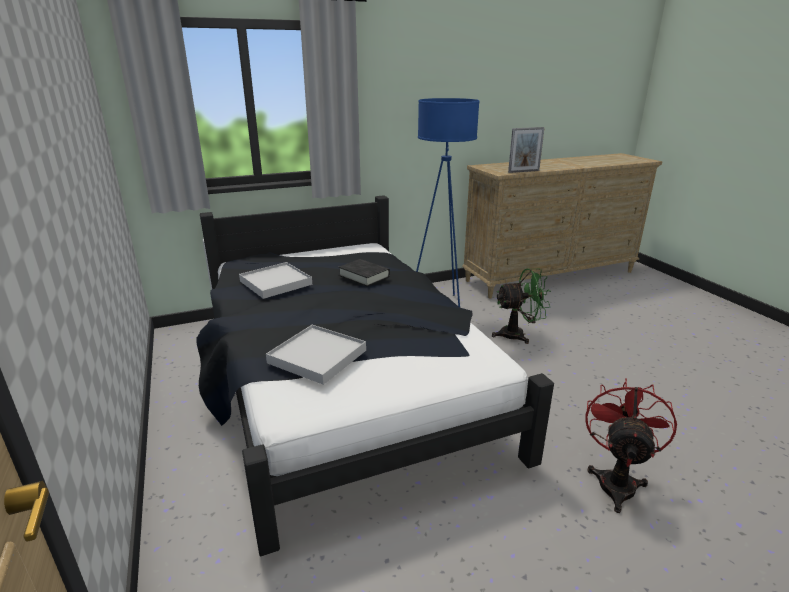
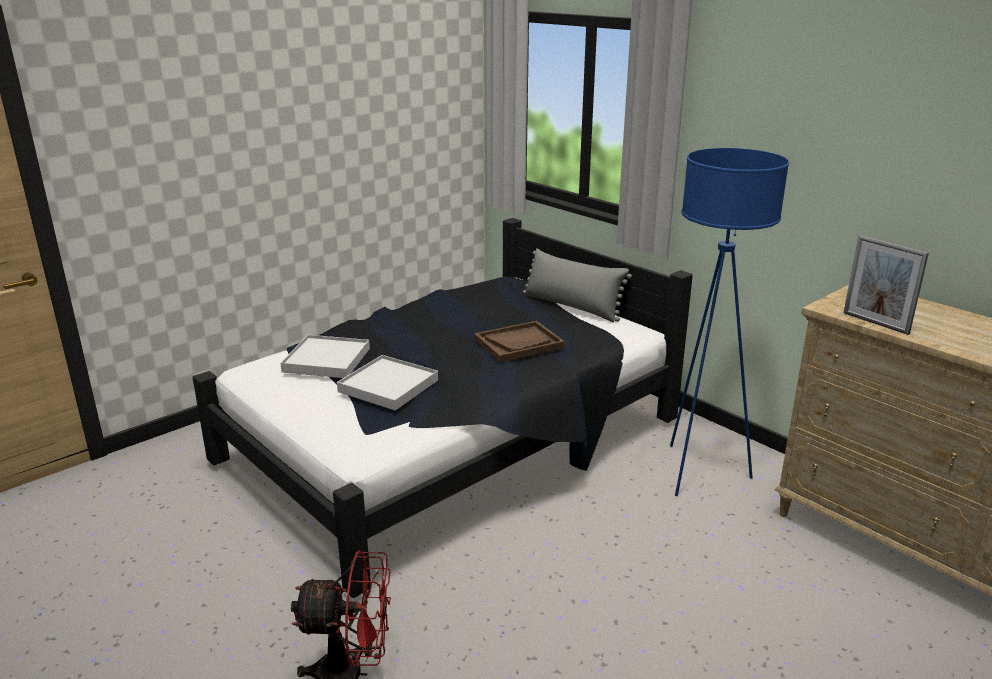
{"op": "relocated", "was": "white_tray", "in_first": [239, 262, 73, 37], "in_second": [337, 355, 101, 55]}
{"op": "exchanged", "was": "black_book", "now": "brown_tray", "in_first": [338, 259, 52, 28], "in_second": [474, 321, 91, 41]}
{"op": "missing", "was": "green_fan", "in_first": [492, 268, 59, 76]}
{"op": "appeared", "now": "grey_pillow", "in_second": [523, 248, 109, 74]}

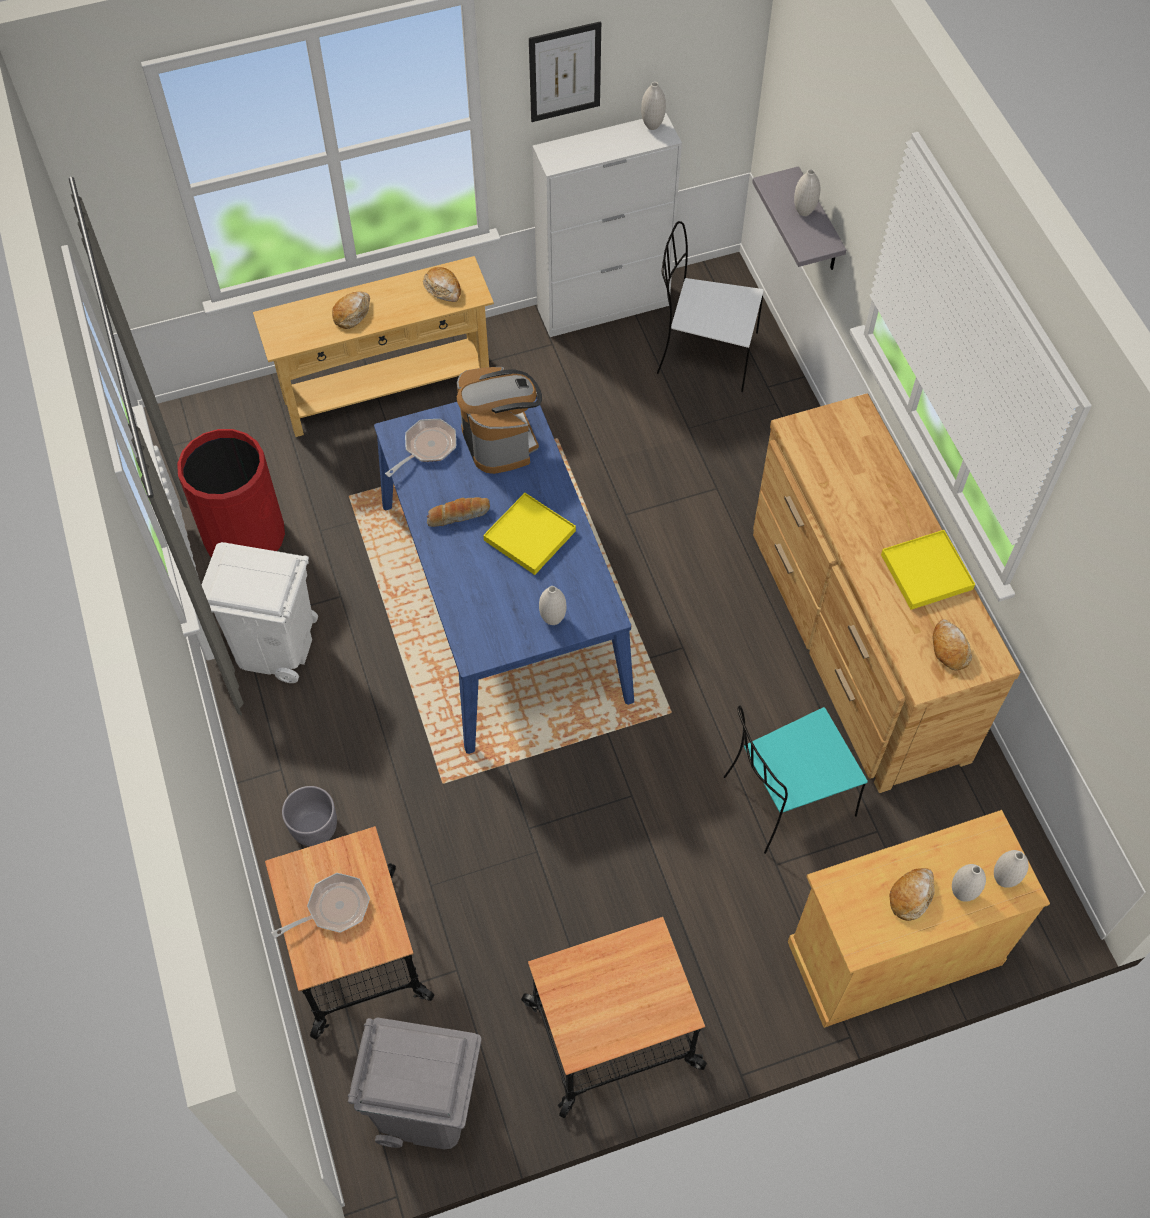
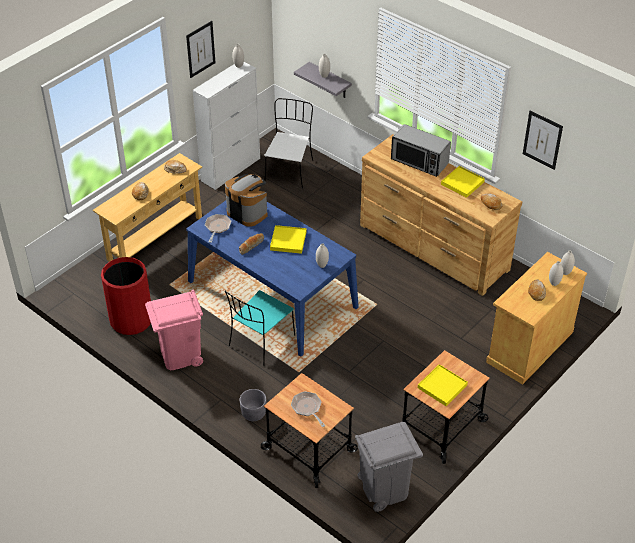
{"op": "colour", "was": "white_trash_can", "now": "pink_trash_can", "in_first": [202, 542, 116, 141], "in_second": [145, 290, 58, 80]}
{"op": "spun", "was": "frying_pan", "in_first": [271, 873, 99, 66], "in_second": [291, 391, 34, 36], "clockwise": -60}
{"op": "spun", "was": "white_chair", "in_first": [657, 221, 107, 171], "in_second": [264, 98, 49, 90], "clockwise": 120}
{"op": "relocated", "was": "turquoise_chair", "in_first": [724, 706, 144, 148], "in_second": [225, 290, 70, 76]}
{"op": "appeared", "now": "microwave", "in_second": [391, 124, 60, 53]}
{"op": "appeared", "now": "yellow_tray", "in_second": [418, 364, 50, 42]}
{"op": "appeared", "now": "picture", "in_second": [523, 111, 40, 59]}

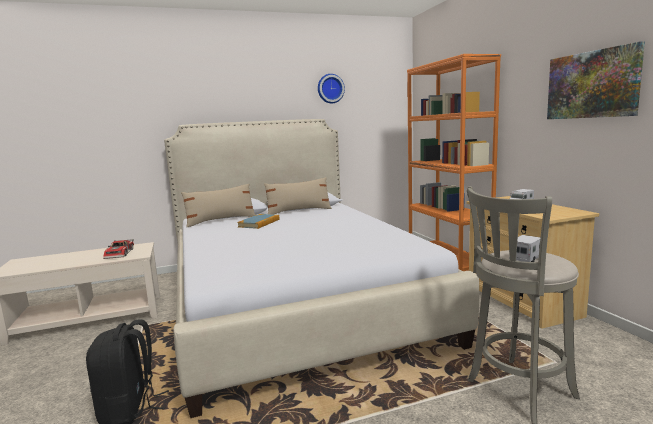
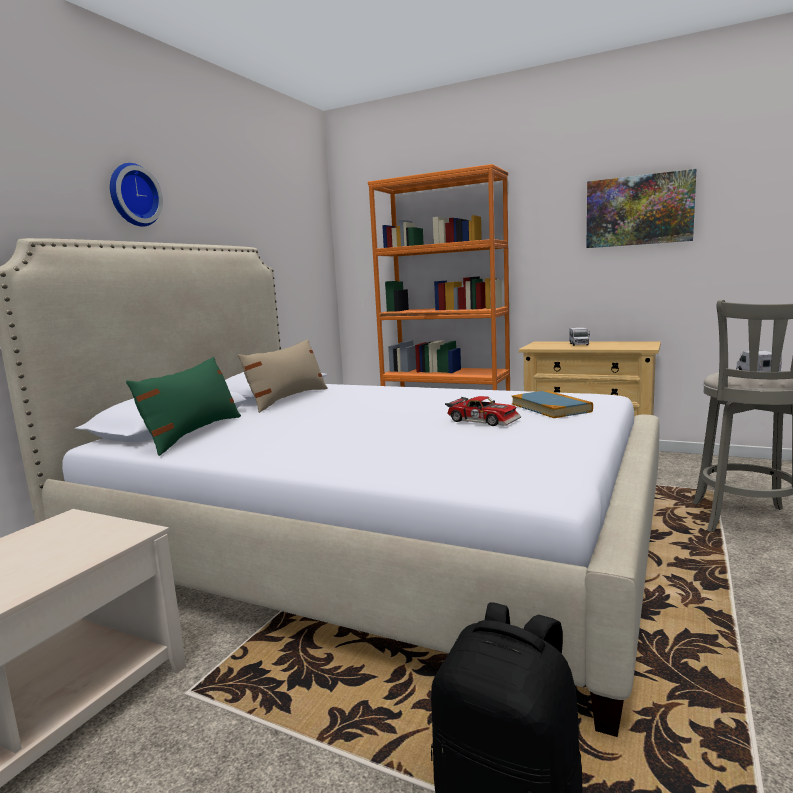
{"op": "relocated", "was": "toy_car", "in_first": [103, 239, 31, 20], "in_second": [445, 396, 76, 30]}
{"op": "colour", "was": "beige_pillow", "now": "green_pillow", "in_first": [181, 184, 75, 43], "in_second": [126, 357, 115, 99]}
{"op": "relocated", "was": "book", "in_first": [237, 214, 43, 15], "in_second": [512, 390, 81, 28]}
{"op": "relocated", "was": "wall_clock", "in_first": [318, 74, 27, 29], "in_second": [110, 163, 53, 64]}

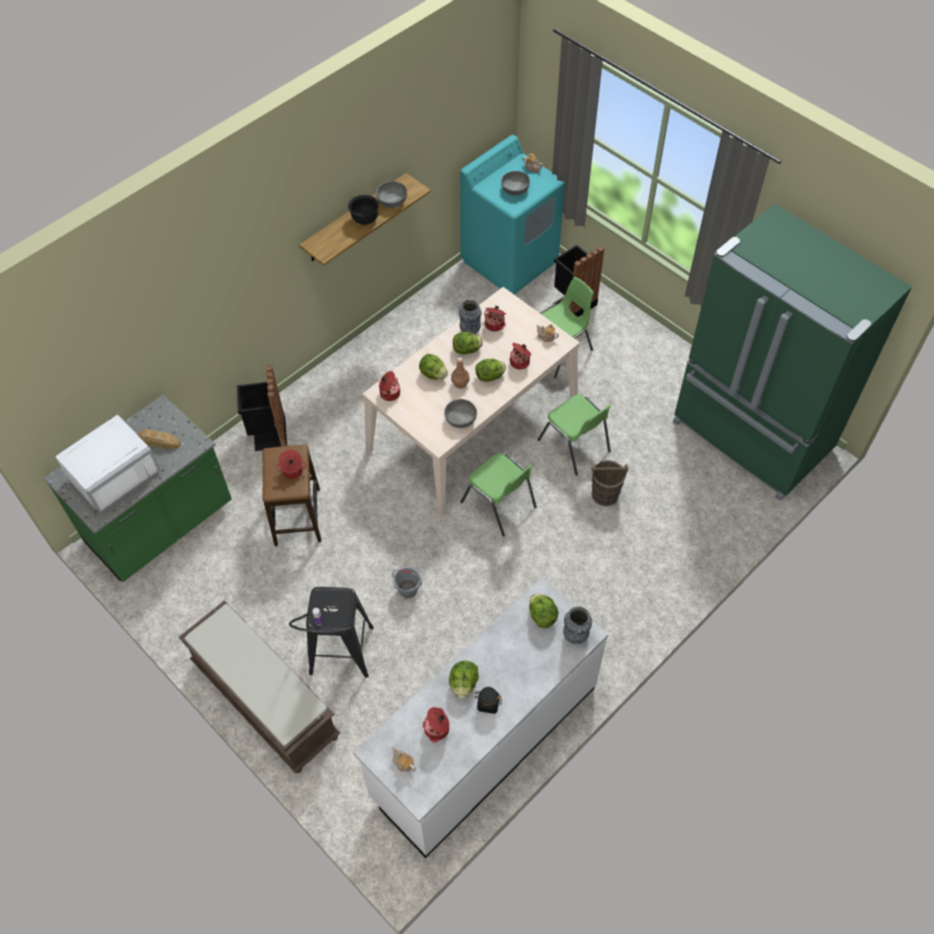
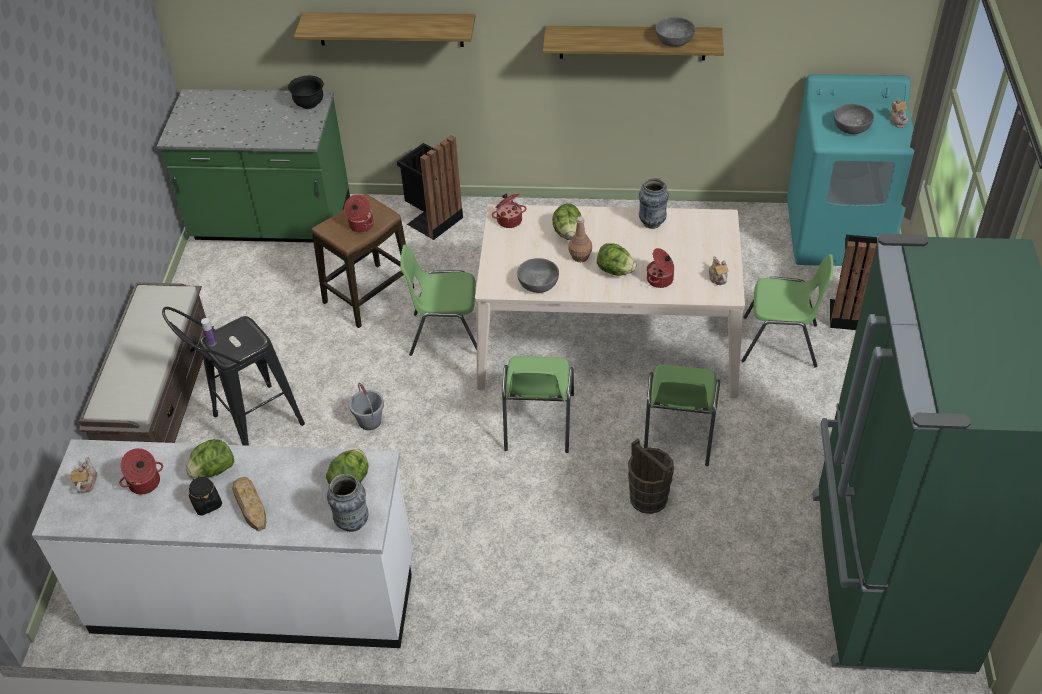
{"op": "missing", "was": "white_microwave", "in_first": [55, 414, 106, 100]}
{"op": "relocated", "was": "bread", "in_first": [138, 429, 43, 20], "in_second": [232, 477, 34, 54]}
{"op": "relocated", "was": "black_bowl", "in_first": [348, 195, 31, 30], "in_second": [288, 76, 36, 33]}
{"op": "missing", "was": "lettuce", "in_first": [453, 332, 30, 22]}
{"op": "missing", "was": "cooking_pot", "in_first": [484, 306, 22, 26]}
{"op": "appeared", "now": "shelf", "in_second": [294, 12, 182, 35]}
{"op": "appeared", "now": "green_chair", "in_second": [400, 244, 77, 112]}

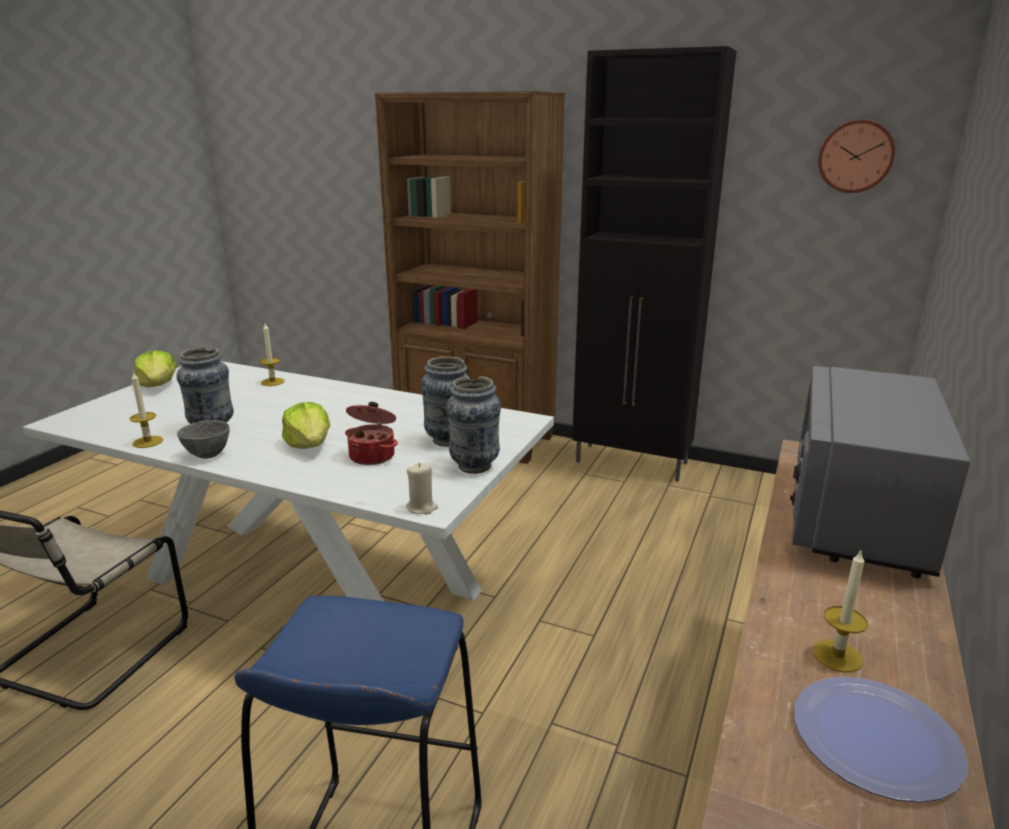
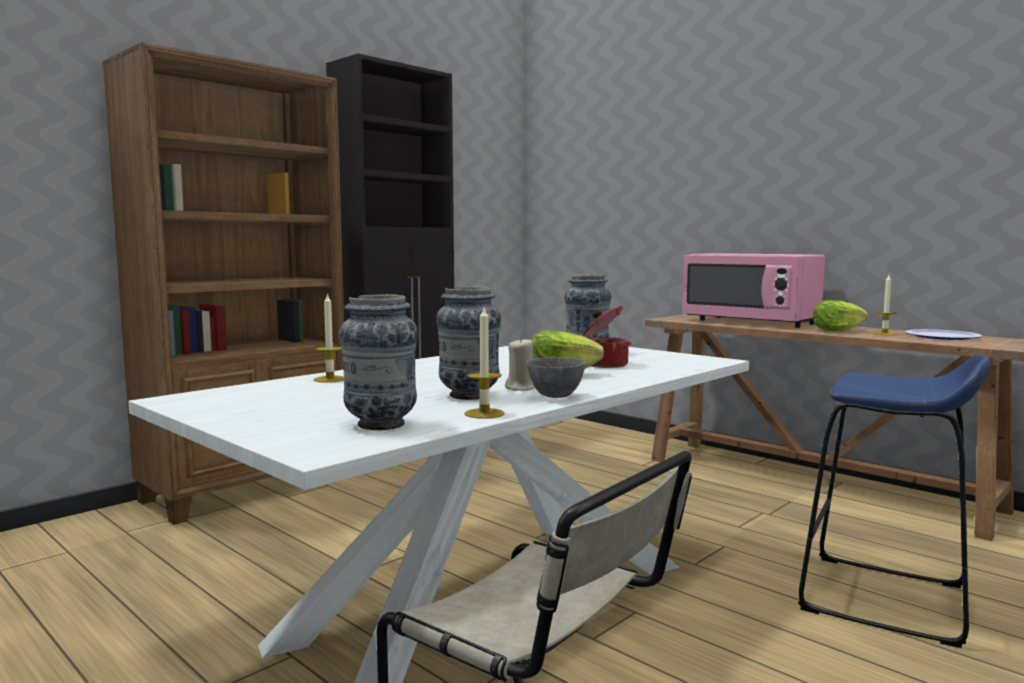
{"op": "relocated", "was": "lettuce", "in_first": [134, 350, 43, 38], "in_second": [813, 300, 55, 32]}
{"op": "relocated", "was": "beige_candle", "in_first": [406, 463, 32, 51], "in_second": [505, 337, 30, 54]}
{"op": "relocated", "was": "vase", "in_first": [446, 376, 55, 98], "in_second": [339, 294, 79, 136]}
{"op": "colour", "was": "grey_microwave", "now": "pink_microwave", "in_first": [790, 366, 180, 212], "in_second": [682, 253, 143, 75]}
{"op": "missing", "was": "wall_clock", "in_first": [818, 120, 77, 73]}

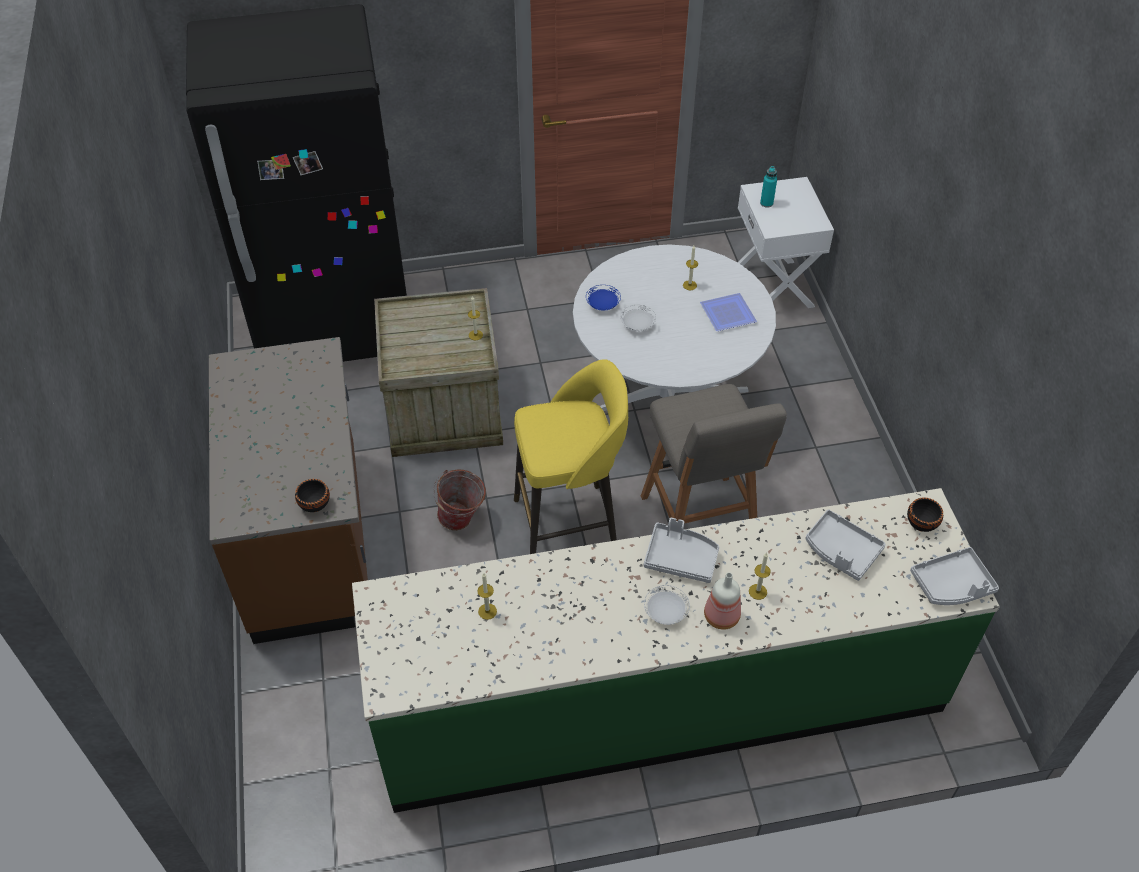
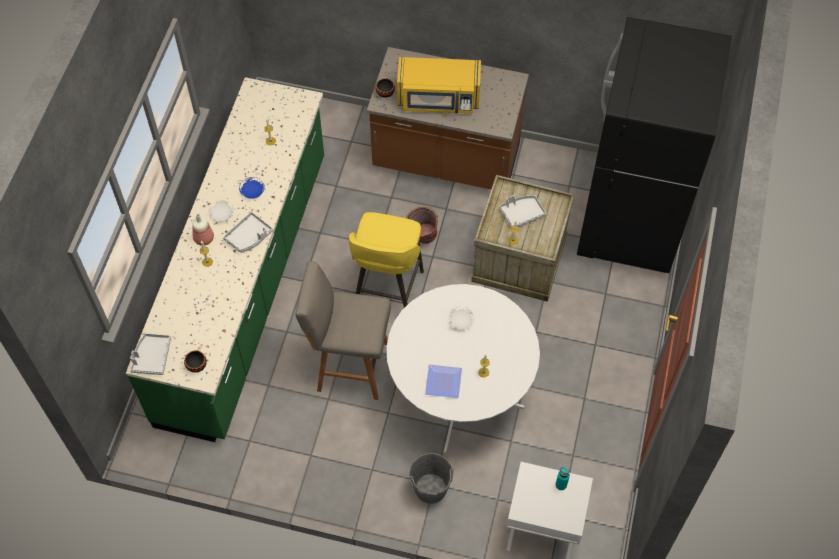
{"op": "relocated", "was": "blue_plate", "in_first": [586, 285, 35, 26], "in_second": [239, 177, 26, 22]}
{"op": "relocated", "was": "grey_tray", "in_first": [805, 510, 81, 71], "in_second": [499, 195, 47, 32]}
{"op": "appeared", "now": "yellow_microwave", "in_second": [397, 57, 84, 56]}
{"op": "appeared", "now": "grey_bucket", "in_second": [409, 453, 45, 51]}

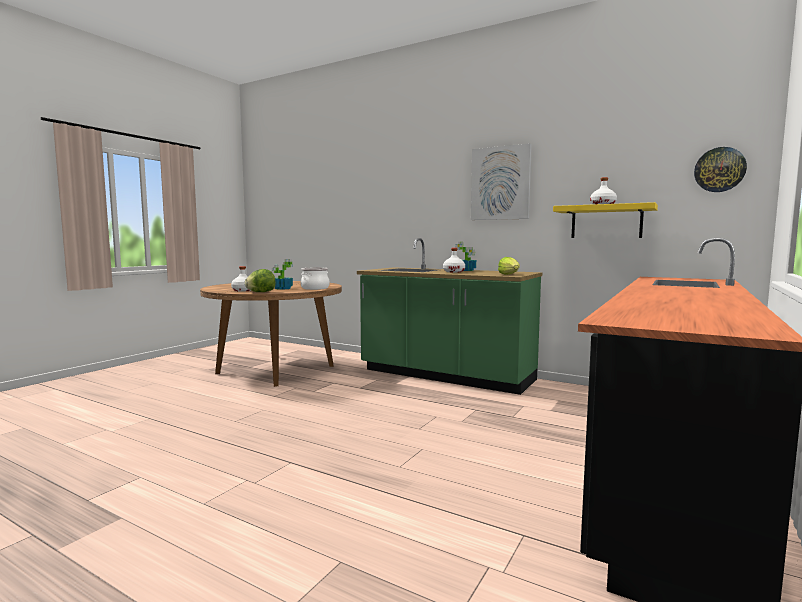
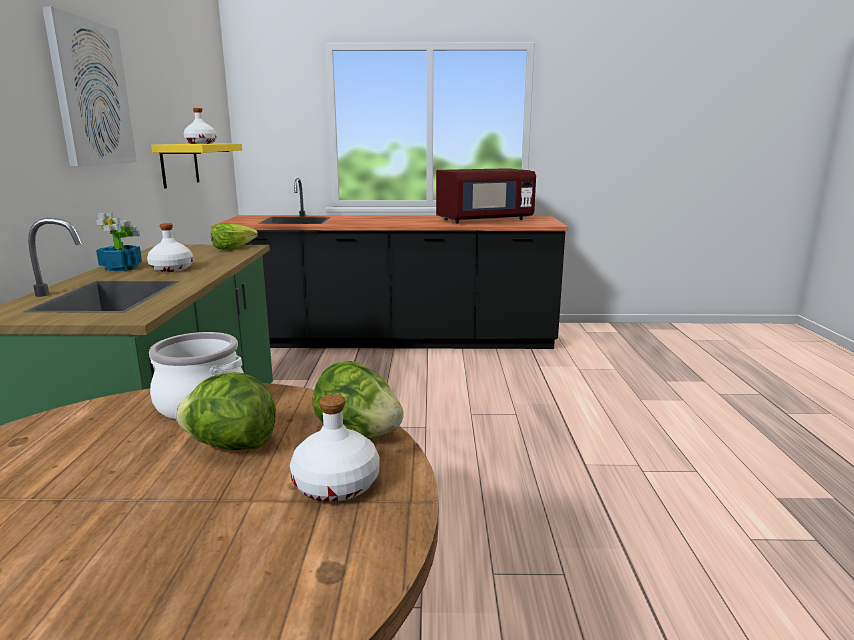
{"op": "exchanged", "was": "potted_plant", "now": "lettuce", "in_first": [270, 259, 24, 31], "in_second": [175, 372, 101, 78]}
{"op": "missing", "was": "wall_clock", "in_first": [694, 147, 53, 45]}
{"op": "appeared", "now": "red_microwave", "in_second": [436, 169, 100, 55]}

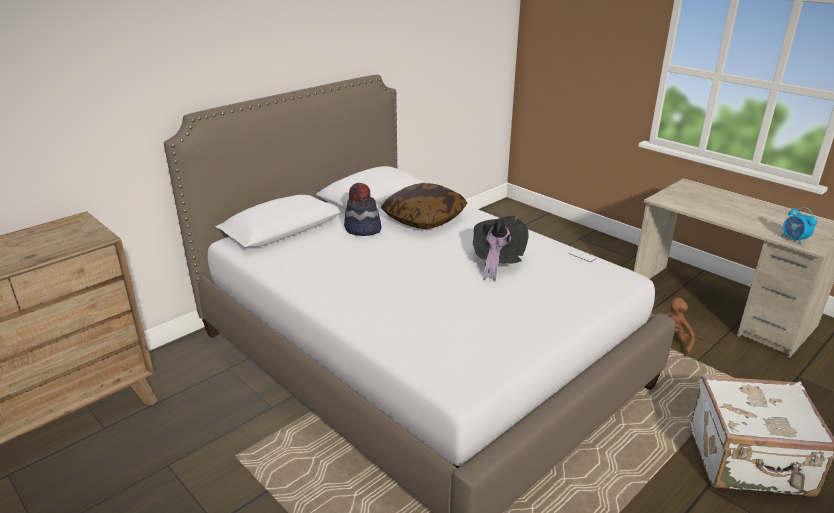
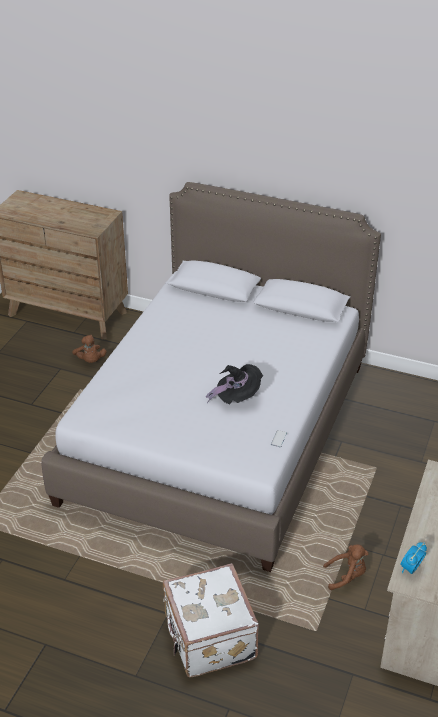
{"op": "missing", "was": "hat", "in_first": [344, 183, 37, 53]}
{"op": "missing", "was": "pillow", "in_first": [381, 183, 86, 46]}
{"op": "appeared", "now": "brown_plush_toy", "in_second": [72, 335, 35, 28]}

